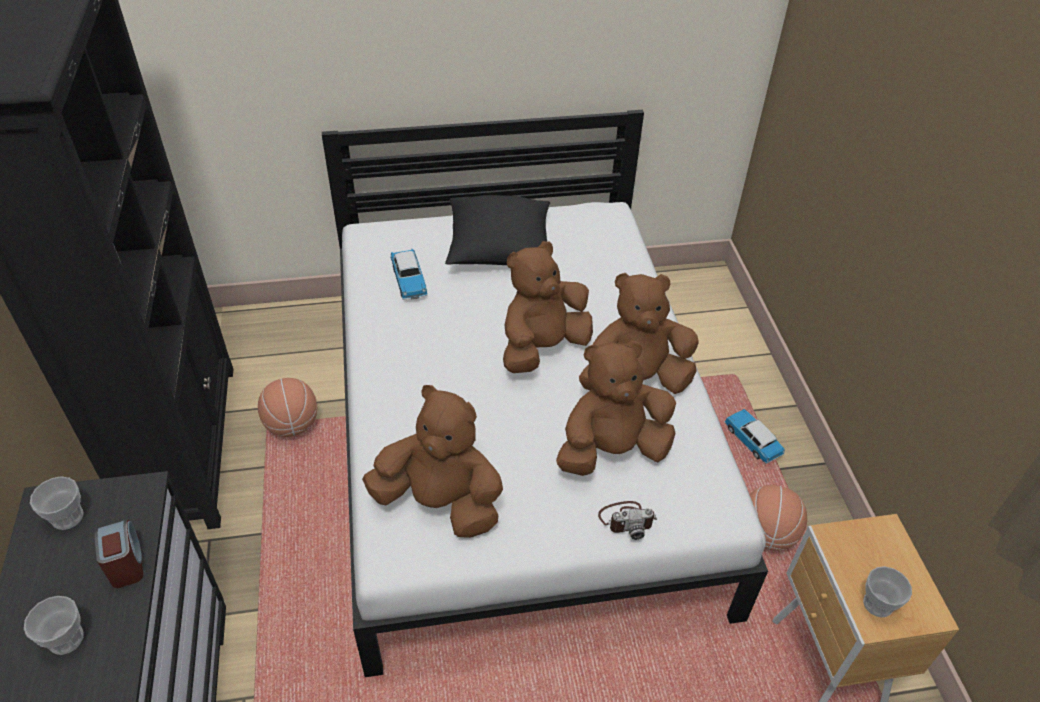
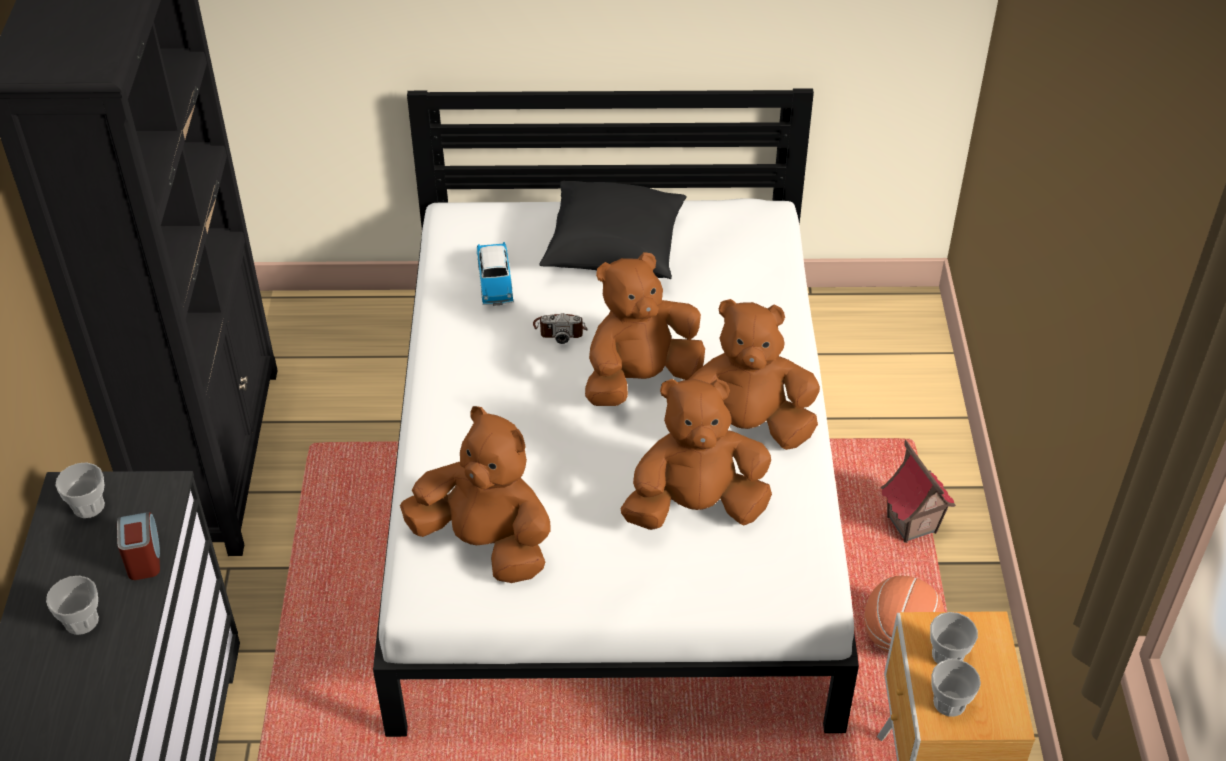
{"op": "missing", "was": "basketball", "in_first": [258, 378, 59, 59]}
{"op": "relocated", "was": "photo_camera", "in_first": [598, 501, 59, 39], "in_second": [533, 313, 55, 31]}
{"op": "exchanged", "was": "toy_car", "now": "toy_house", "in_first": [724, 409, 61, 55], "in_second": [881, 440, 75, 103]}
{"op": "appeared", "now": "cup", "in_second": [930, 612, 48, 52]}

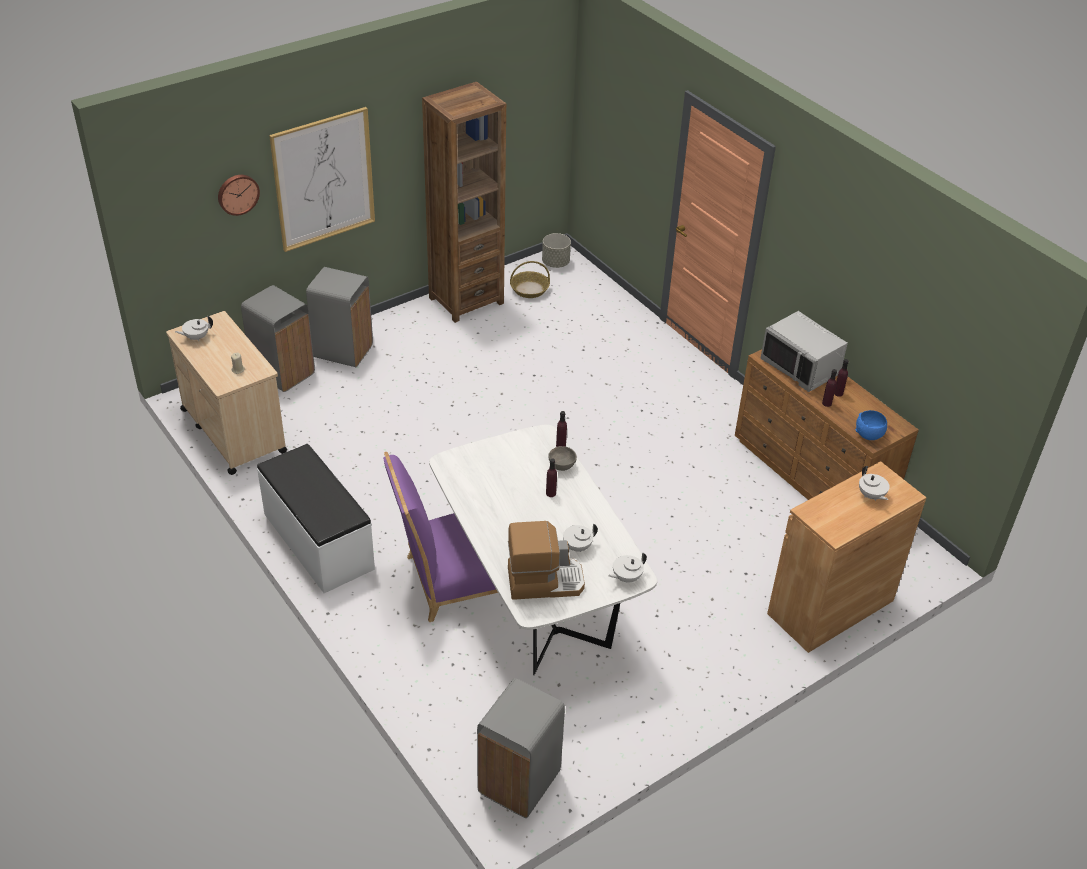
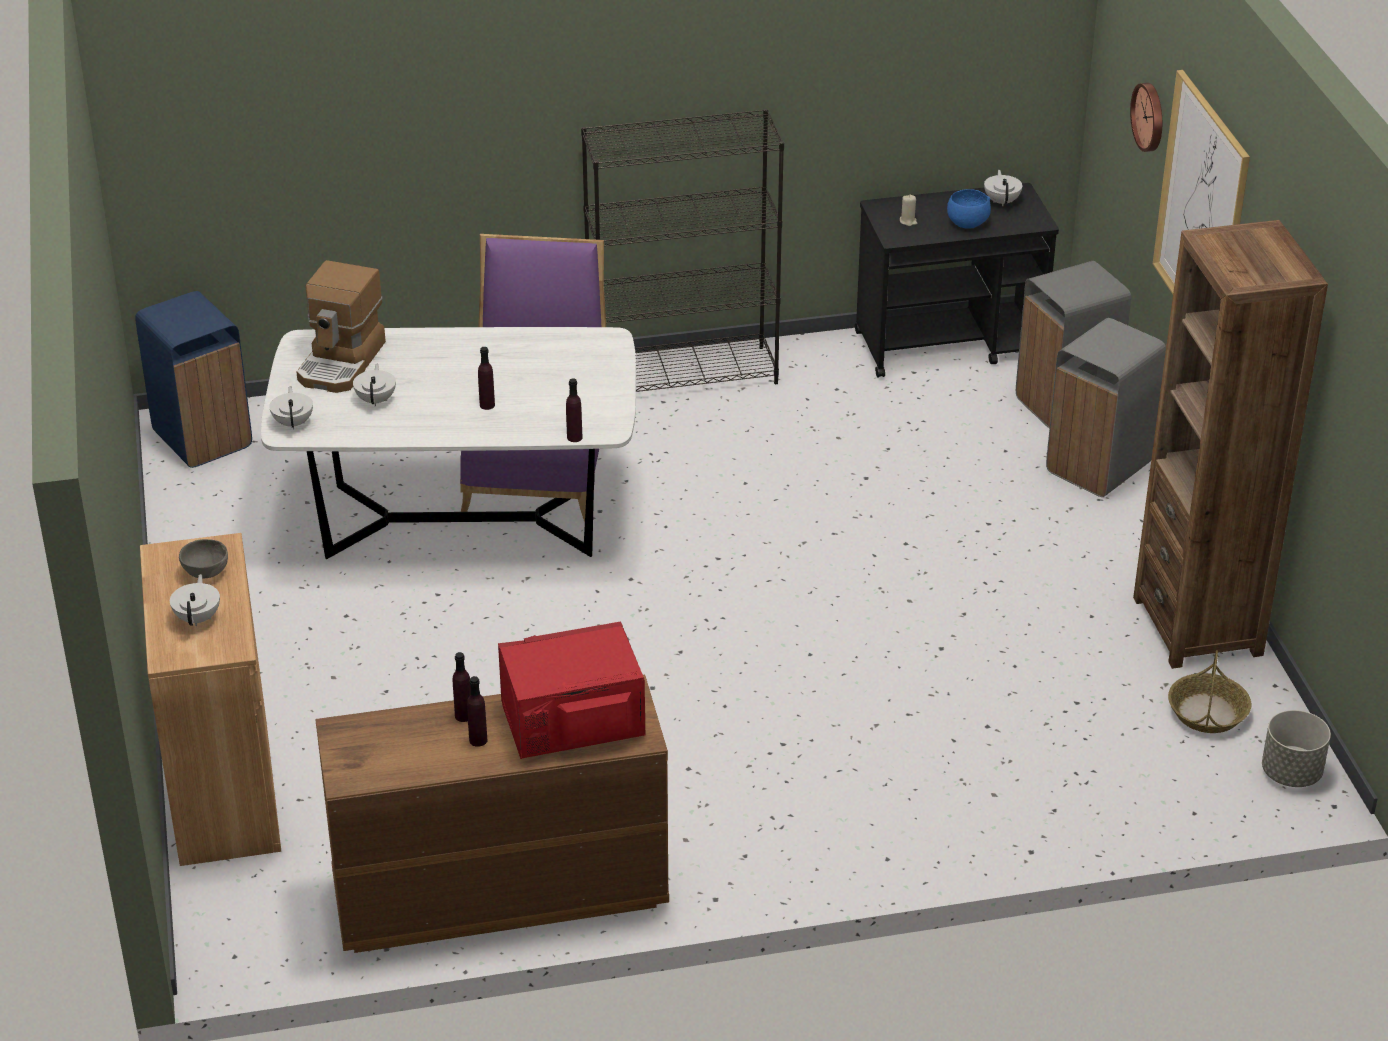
{"op": "colour", "was": "beige_cart", "now": "black_cart", "in_first": [166, 311, 121, 164], "in_second": [855, 183, 204, 195]}
{"op": "exchanged", "was": "white_bench", "now": "black_bookcase", "in_first": [257, 444, 118, 149], "in_second": [581, 109, 203, 283]}
{"op": "colour", "was": "grey_trash_can", "now": "blue_trash_can", "in_first": [477, 678, 88, 140], "in_second": [135, 291, 117, 177]}
{"op": "relocated", "was": "grey_bowl", "in_first": [548, 446, 29, 25], "in_second": [179, 539, 49, 39]}
{"op": "colour", "was": "grey_microwave", "now": "red_microwave", "in_first": [760, 311, 88, 81], "in_second": [498, 622, 147, 137]}
{"op": "relocated", "was": "blue_bowl", "in_first": [855, 410, 32, 30], "in_second": [947, 189, 44, 40]}
{"op": "spun", "was": "white_teapot", "in_first": [859, 466, 31, 35], "in_second": [170, 574, 50, 52], "clockwise": 90}

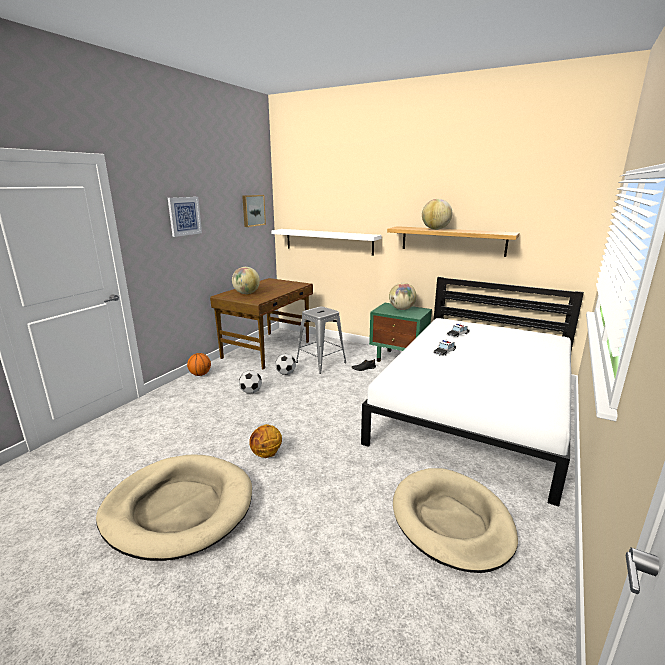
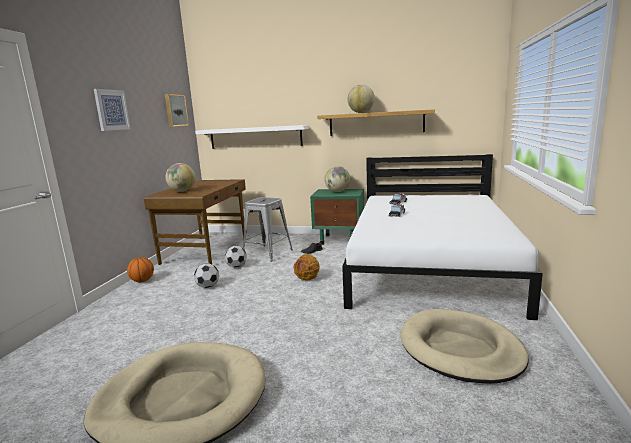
{"op": "relocated", "was": "basketball", "in_first": [249, 424, 33, 34], "in_second": [294, 254, 26, 26]}

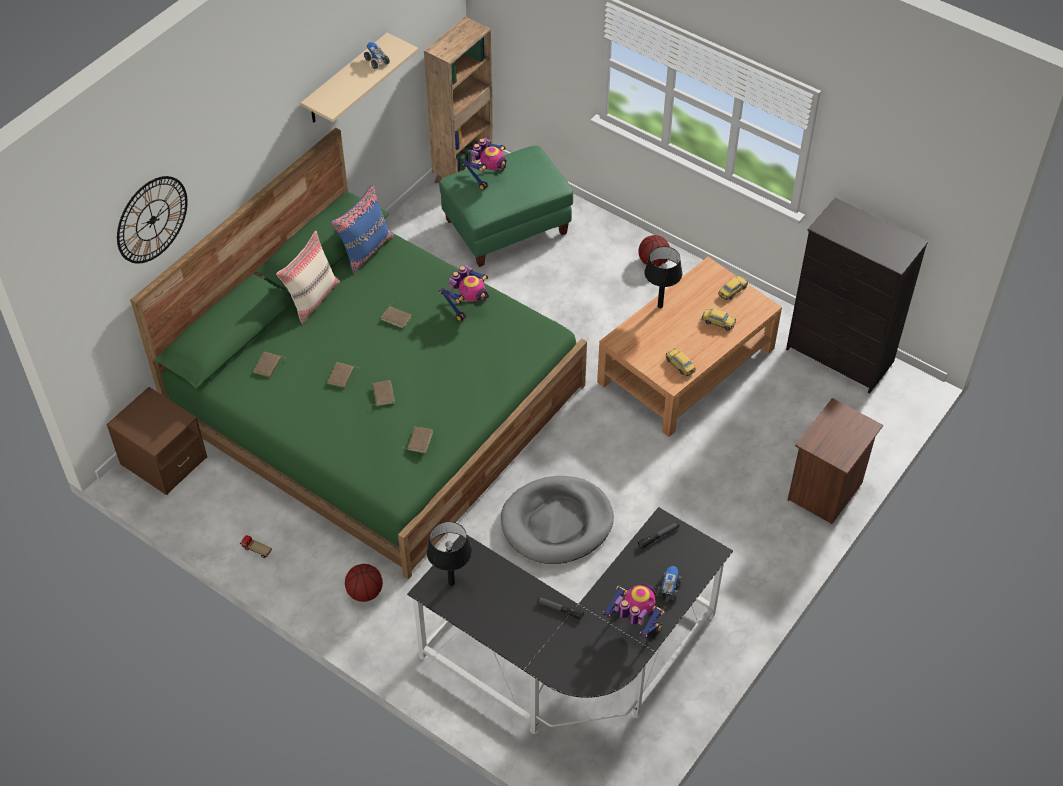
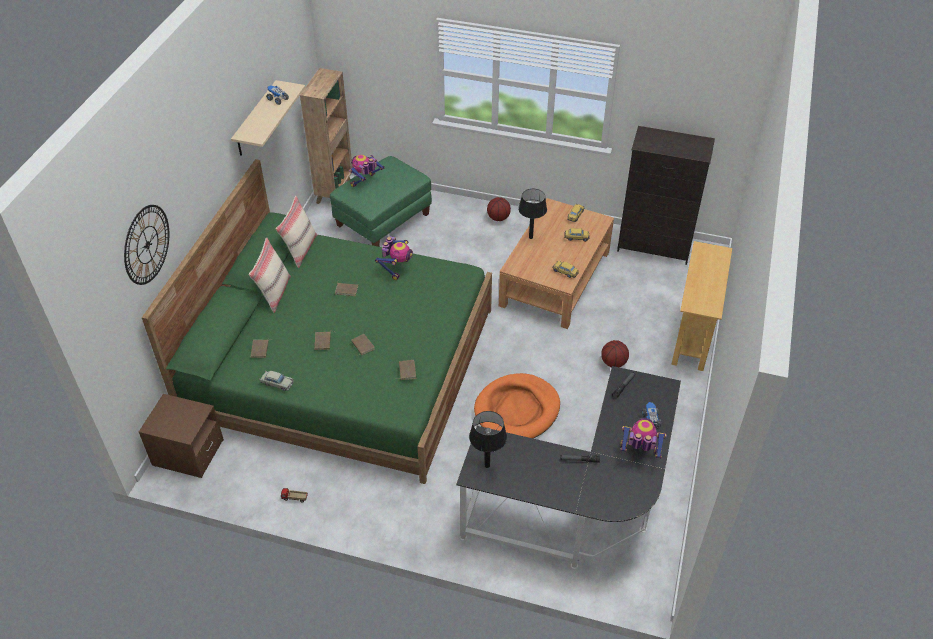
{"op": "colour", "was": "blue_pillow", "now": "beige_pillow", "in_first": [331, 184, 63, 90], "in_second": [275, 196, 43, 72]}
{"op": "relocated", "was": "basketball", "in_first": [345, 564, 38, 38], "in_second": [601, 340, 28, 27]}
{"op": "spun", "was": "toy_robot", "in_first": [462, 138, 45, 52], "in_second": [349, 155, 36, 32], "clockwise": -150}
{"op": "colour", "was": "grey_dog_bed", "now": "orange_dog_bed", "in_first": [501, 476, 113, 88], "in_second": [474, 373, 86, 65]}
{"op": "exchanged", "was": "brown_nightstand", "now": "beige_console_table", "in_first": [787, 398, 96, 126], "in_second": [671, 241, 61, 130]}
{"op": "appeared", "now": "beige_toy_car", "in_second": [259, 371, 35, 20]}

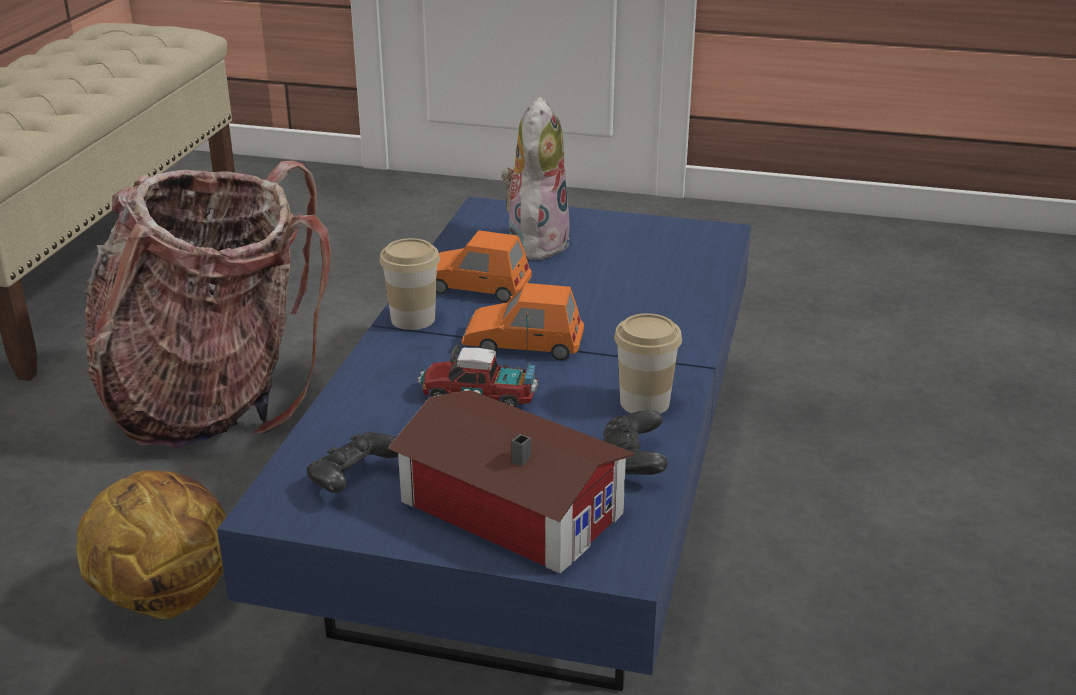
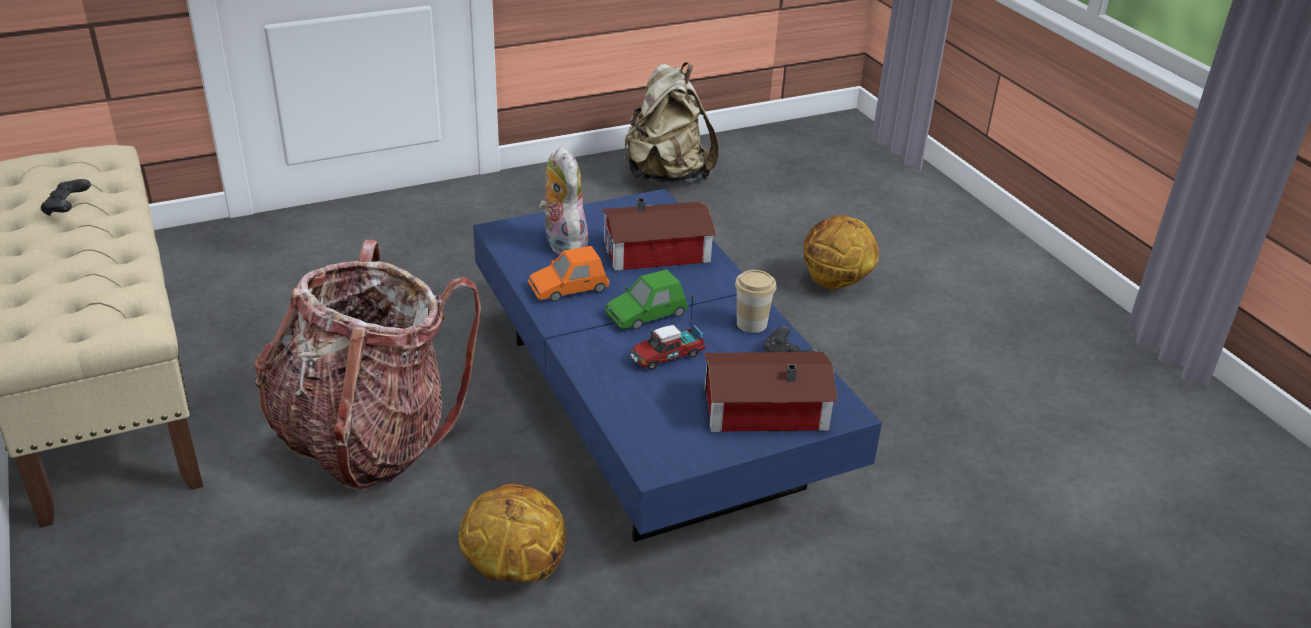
{"op": "relocated", "was": "black_game_controller", "in_first": [306, 432, 92, 61], "in_second": [41, 179, 50, 37]}
{"op": "missing", "was": "cup", "in_first": [379, 238, 61, 92]}
{"op": "colour", "was": "orange_toy_car", "now": "green_toy_car", "in_first": [461, 283, 123, 77], "in_second": [605, 269, 83, 61]}
{"op": "appeared", "now": "toy_house", "in_second": [602, 198, 114, 73]}
{"op": "appeared", "now": "beige_backpack", "in_second": [624, 62, 95, 121]}
{"op": "appeared", "now": "basketball", "in_second": [804, 215, 75, 75]}

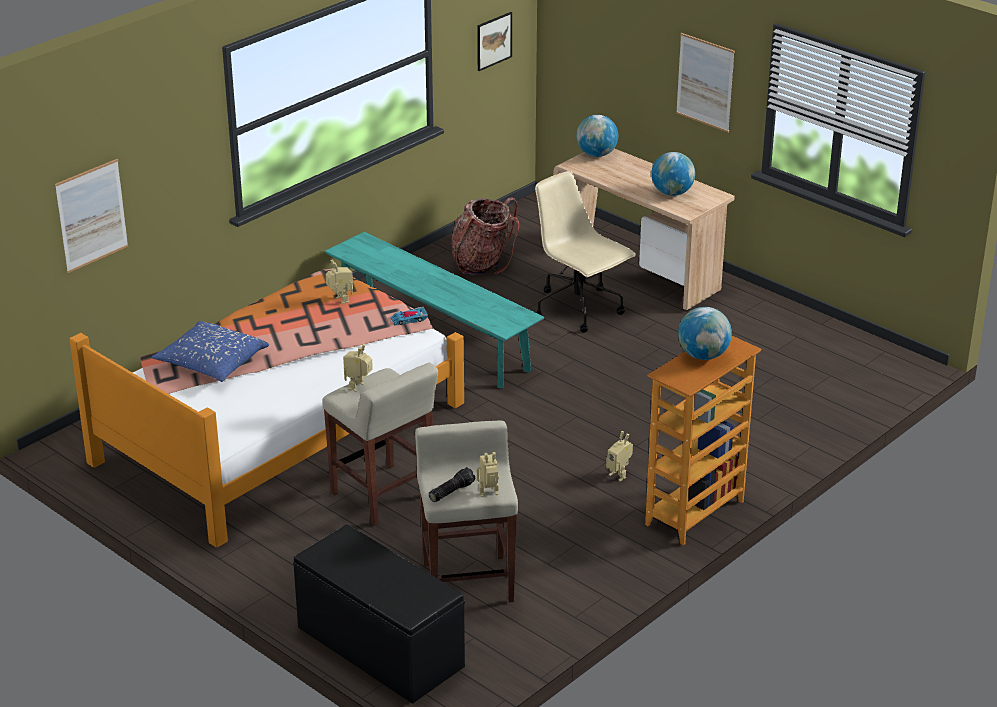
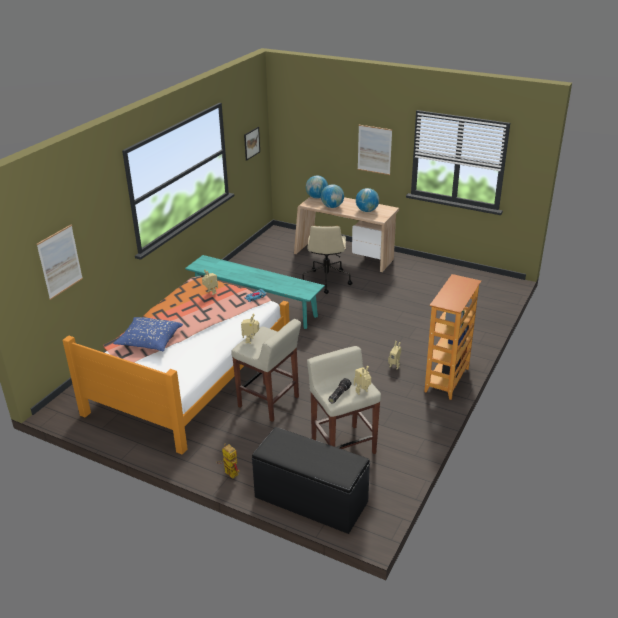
{"op": "missing", "was": "backpack", "in_first": [451, 198, 68, 77]}
{"op": "spun", "was": "beige_office_chair", "in_first": [535, 171, 101, 162], "in_second": [302, 226, 50, 68], "clockwise": -120}
{"op": "relocated", "was": "globe", "in_first": [678, 307, 54, 53], "in_second": [321, 184, 23, 24]}
{"op": "appeared", "now": "toy_robot", "in_second": [217, 444, 23, 35]}

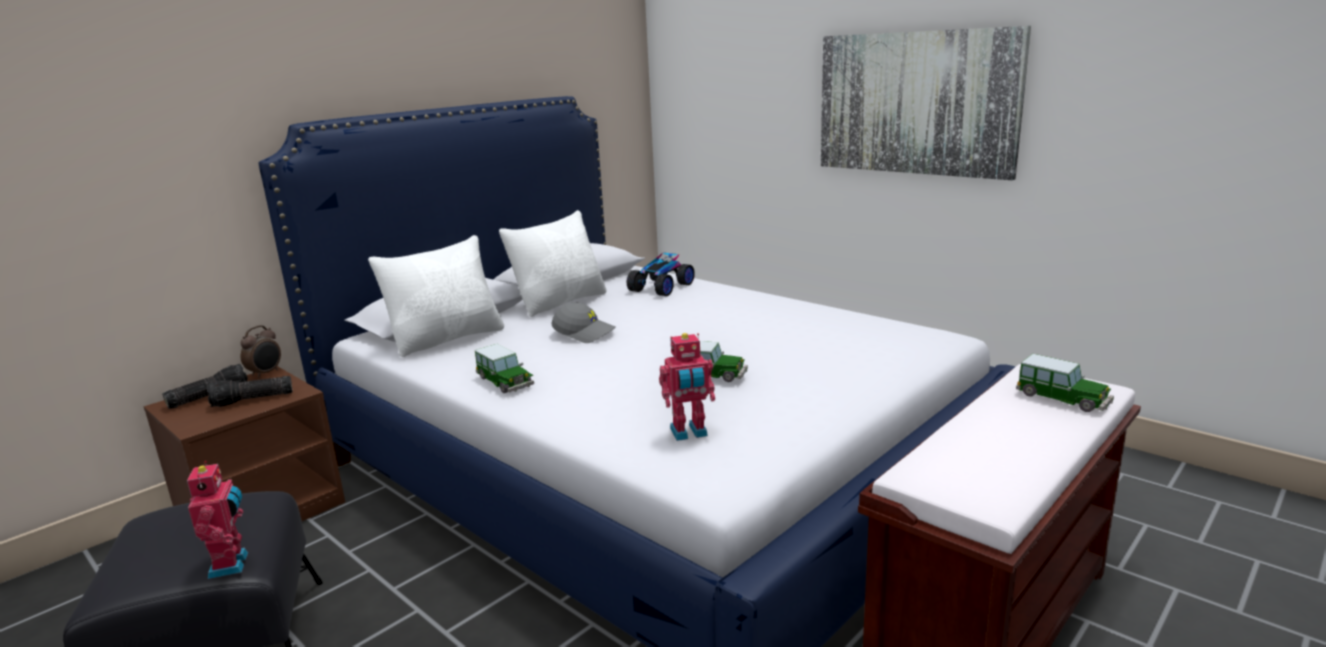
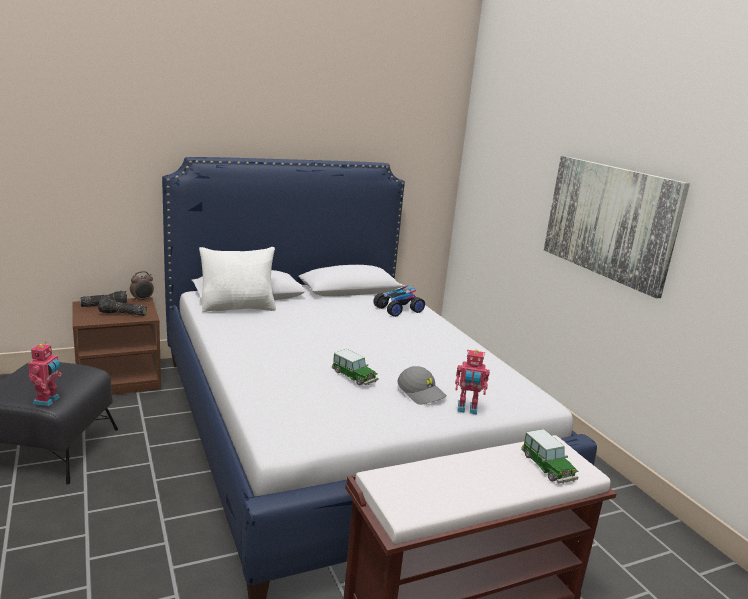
{"op": "missing", "was": "toy_car", "in_first": [475, 344, 59, 49]}
{"op": "missing", "was": "white_pillow", "in_first": [499, 210, 108, 107]}
{"op": "relocated", "was": "grey_cap", "in_first": [551, 302, 65, 41], "in_second": [397, 366, 50, 39]}
{"op": "relocated", "was": "toy_robot", "in_first": [659, 333, 56, 108], "in_second": [455, 350, 35, 64]}

